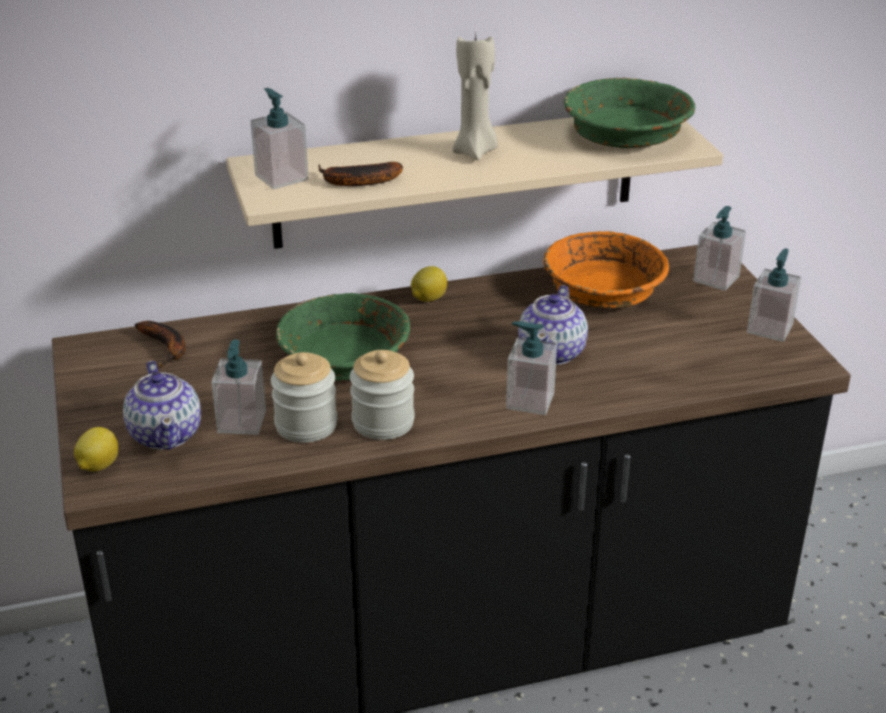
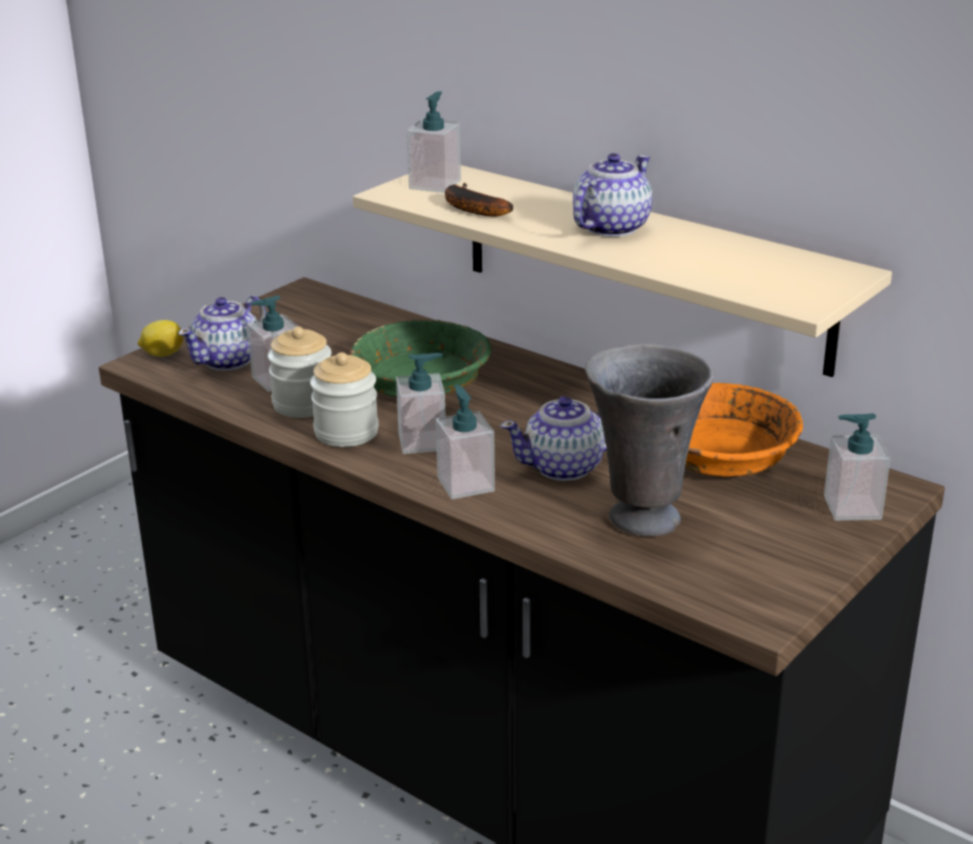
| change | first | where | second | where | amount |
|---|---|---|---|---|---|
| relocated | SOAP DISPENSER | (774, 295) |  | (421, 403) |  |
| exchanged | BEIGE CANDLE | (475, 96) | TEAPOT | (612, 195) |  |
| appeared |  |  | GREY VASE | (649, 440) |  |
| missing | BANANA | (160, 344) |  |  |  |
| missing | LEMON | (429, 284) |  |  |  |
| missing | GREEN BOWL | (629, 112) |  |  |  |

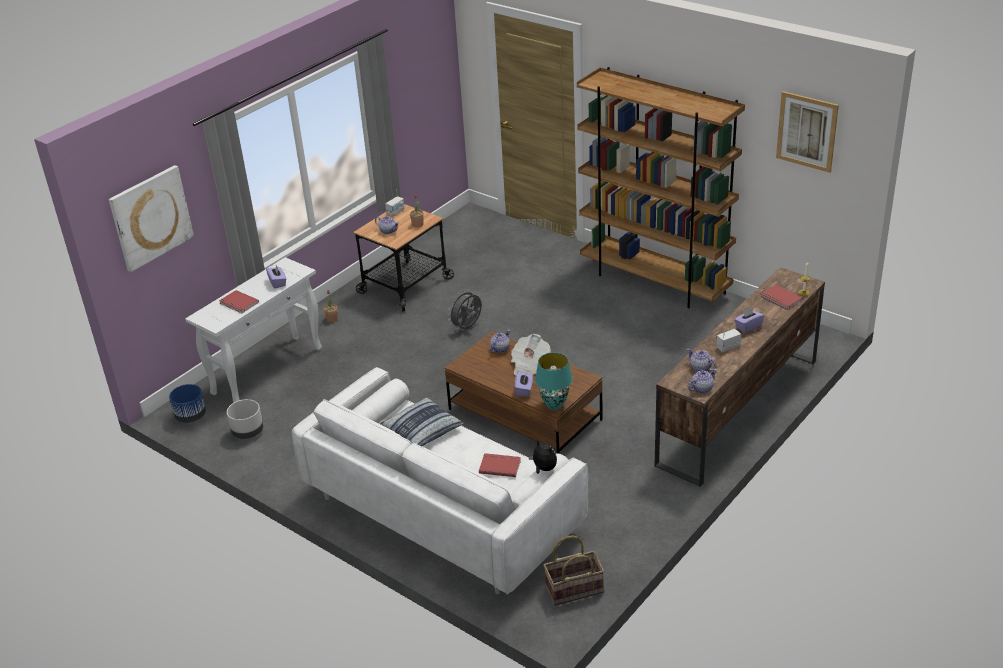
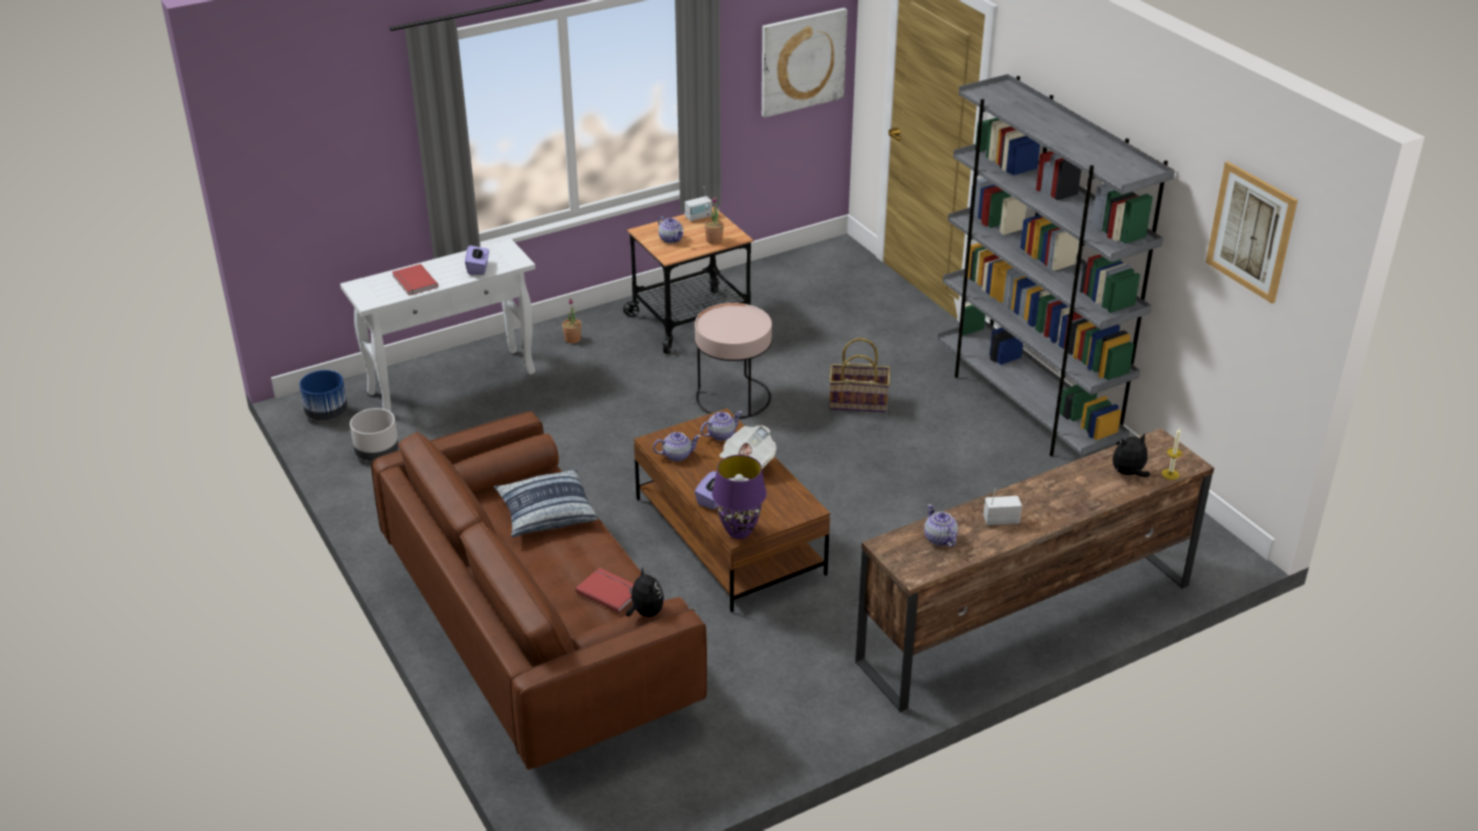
| change | first | where | second | where | amount |
|---|---|---|---|---|---|
| colour | WHITE SOFA | (440, 481) | BROWN SOFA | (539, 590) |  |
| relocated | TEAPOT | (702, 381) |  | (677, 447) |  |
| exchanged | GREY FAN | (465, 309) | PINK SIDE TABLE | (733, 361) |  |
| colour | TURQUOISE TABLE LAMP | (553, 381) | PURPLE TABLE LAMP | (739, 497) |  |
| relocated | PICTURE | (151, 218) |  | (804, 63) |  |
| relocated | BASKET | (573, 570) |  | (859, 375) |  |
| colour | BROWN BOOKCASE | (661, 187) | GREY BOOKCASE | (1056, 265) |  |
| exchanged | RED BOOK | (782, 297) | PLUSH TOY | (1131, 455) |  |
| missing | PURPLE TISSUE BOX | (749, 320) |  |  |  |

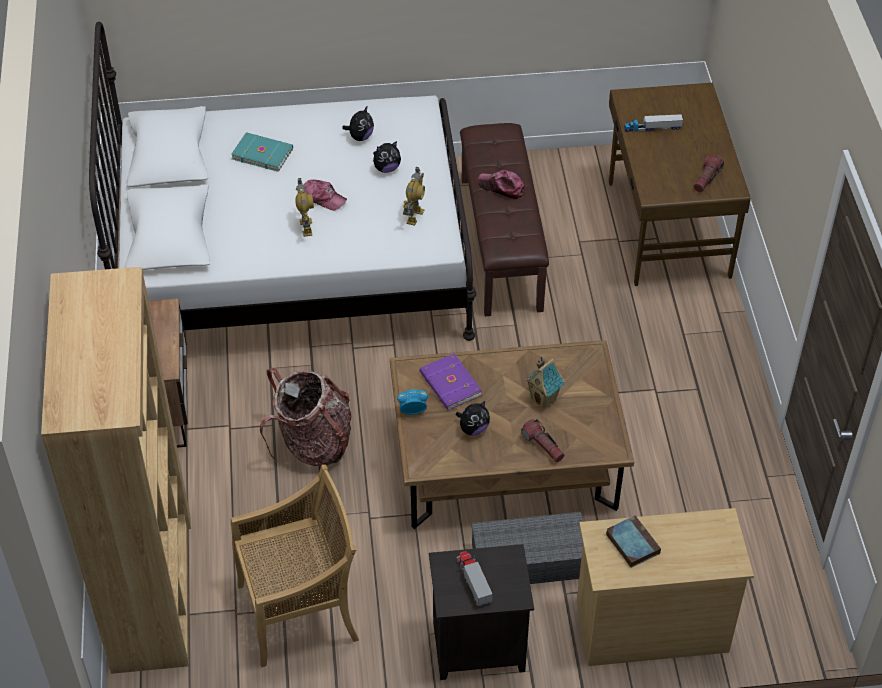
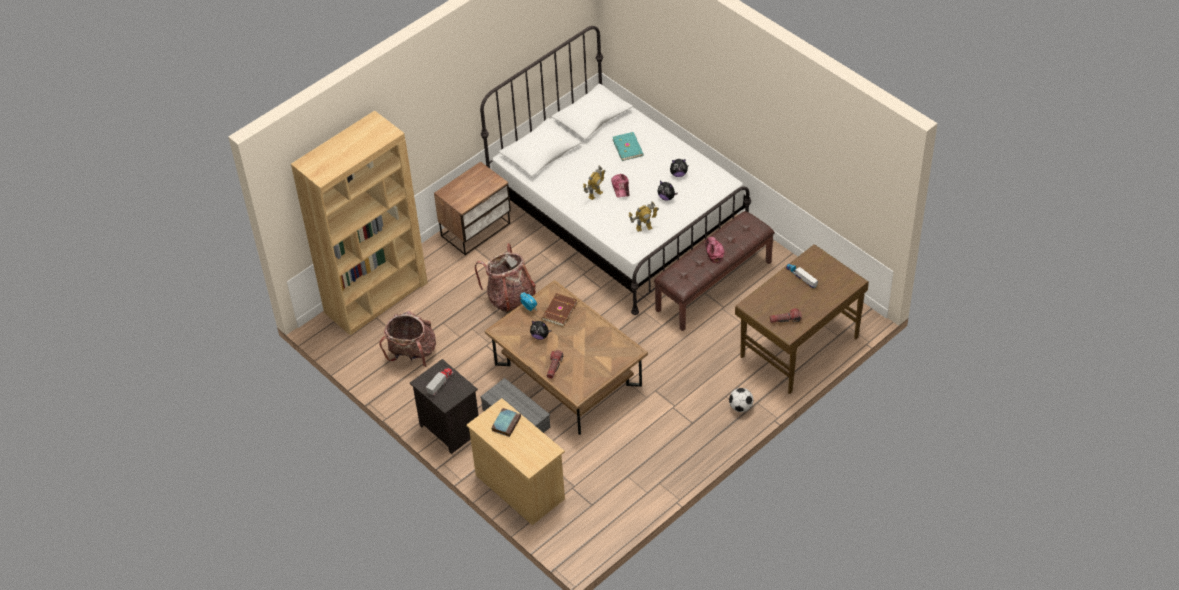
| change | first | where | second | where | amount |
|---|---|---|---|---|---|
| exchanged | BEIGE CHAIR | (295, 566) | BACKPACK | (407, 339) |  |
| colour | PURPLE BOOK | (450, 381) | BROWN BOOK | (560, 310) |  |
| appeared |  |  | FOOTBALL | (741, 400) |  |
| missing | TOY HOUSE | (545, 382) |  |  |  |

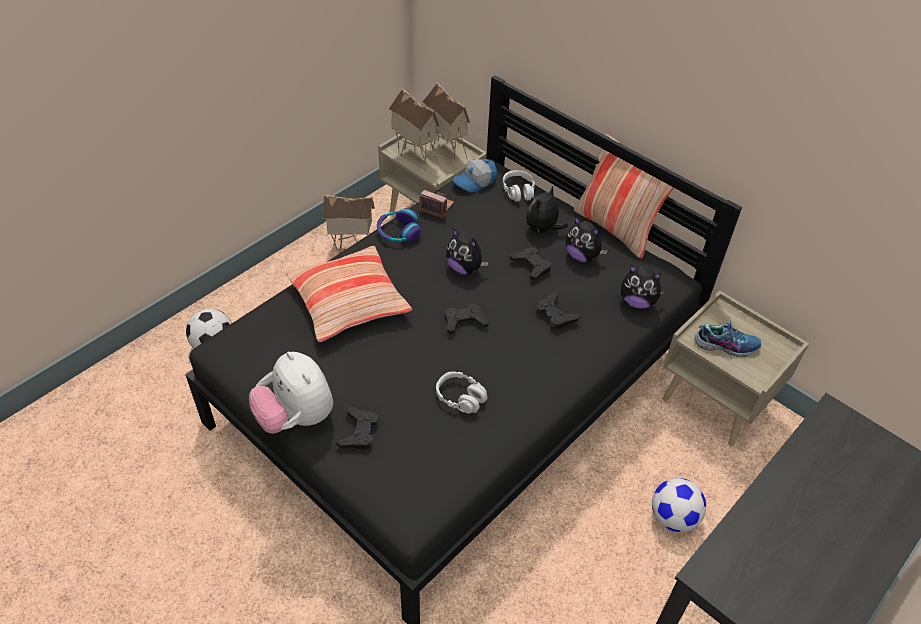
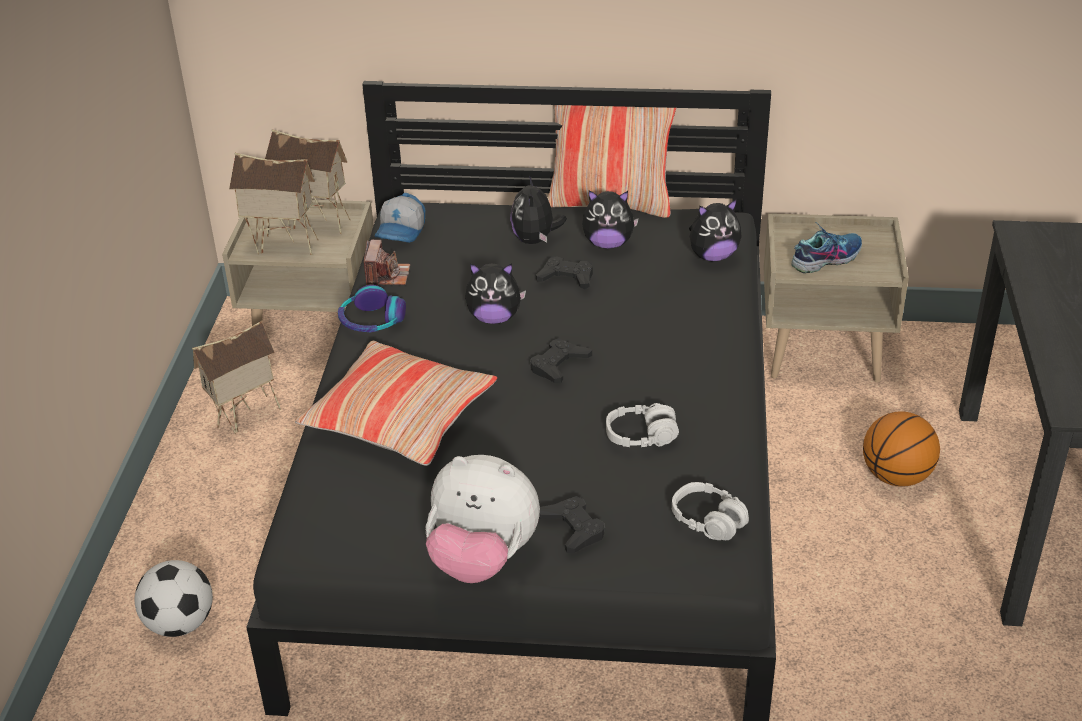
| change | first | where | second | where | amount |
|---|---|---|---|---|---|
| spun | PHOTO CAMERA | (436, 203) |  | (387, 262) | 105 degrees clockwise |
| relocated | GREY HEADPHONES | (519, 186) |  | (710, 511) |  |
| exchanged | FOOTBALL | (679, 505) | BASKETBALL | (901, 449) |  |
| missing | BLACK GAME CONTROLLER | (558, 310) |  |  |  |

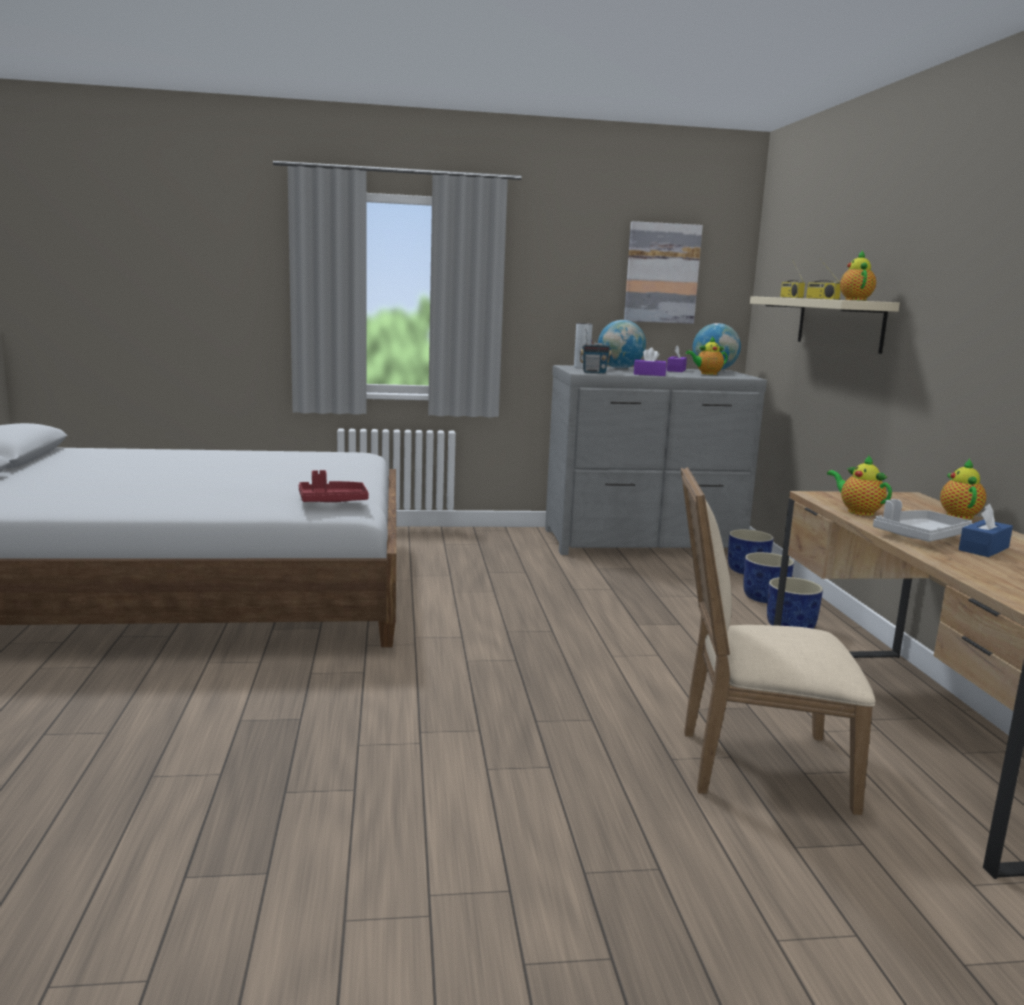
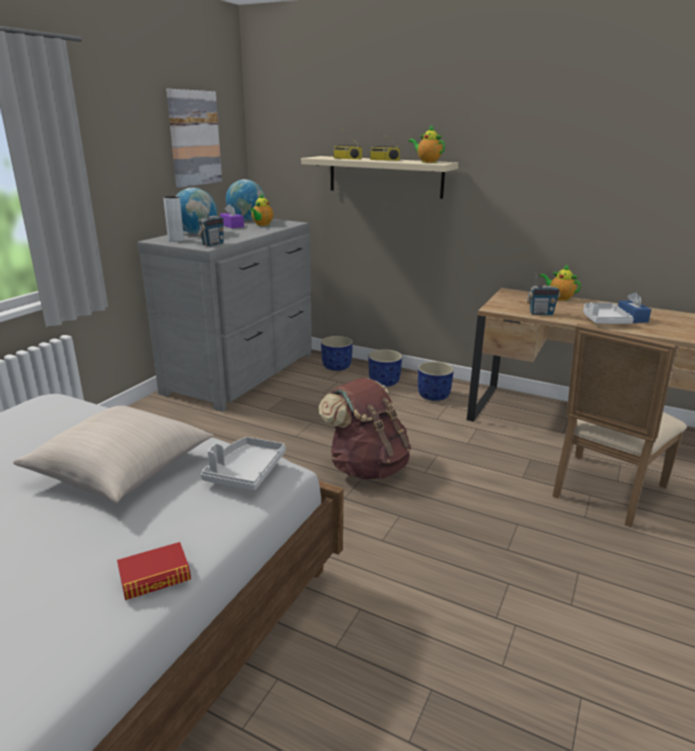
| change | first | where | second | where | amount |
|---|---|---|---|---|---|
| appeared |  |  | BEIGE PILLOW | (113, 454) |  |
| appeared |  |  | BOOK | (154, 571) |  |
| colour | RED TRAY | (334, 486) | GREY TRAY | (243, 463) |  |
| appeared |  |  | BROWN BACKPACK | (364, 428) |  |
| exchanged | TEAPOT | (859, 485) | RADIO | (543, 293) |  |
| missing | PURPLE TISSUE BOX | (650, 361) |  |  |  |

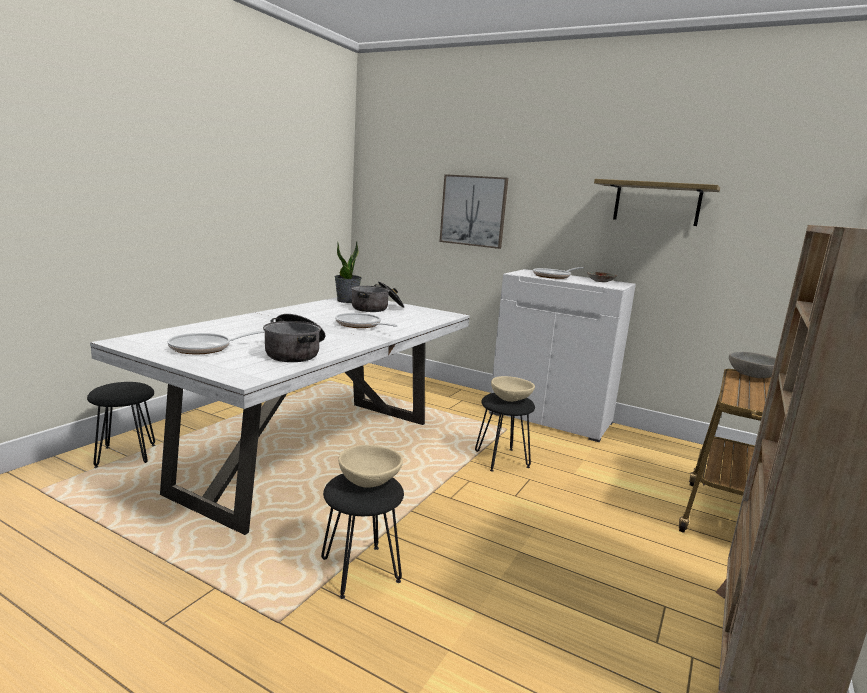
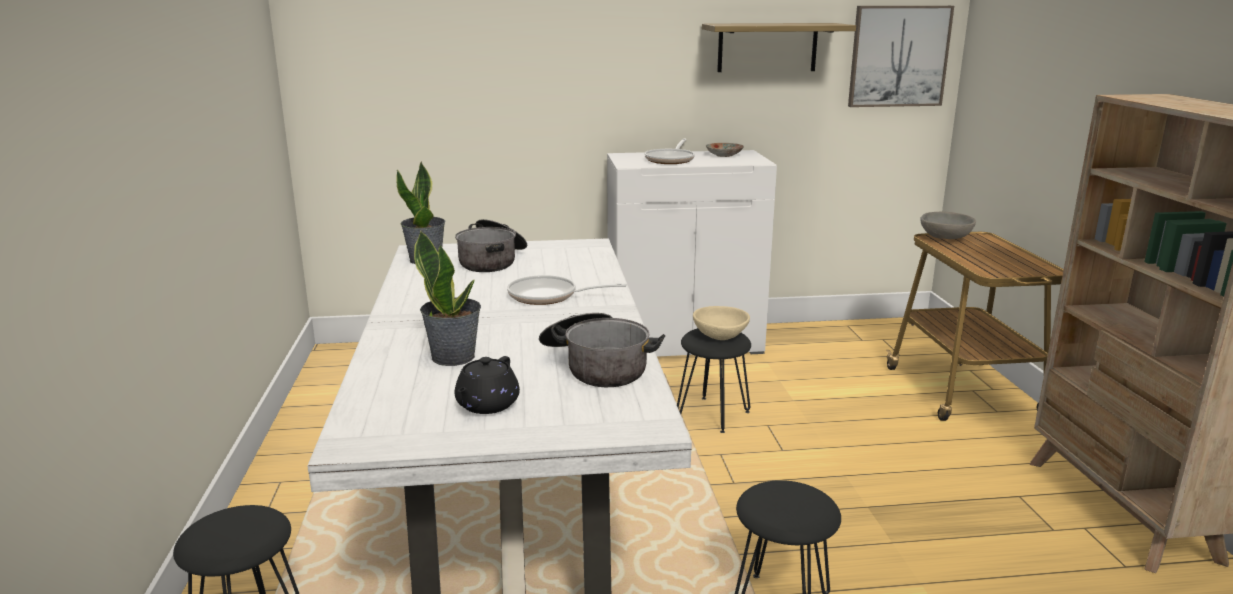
| change | first | where | second | where | amount |
|---|---|---|---|---|---|
| appeared |  |  | POTTED PLANT | (447, 298) |  |
| exchanged | FRYING PAN | (216, 342) | BLACK TEAPOT | (487, 385) |  |
| relocated | PICTURE | (473, 211) |  | (901, 56) |  |
| missing | BEIGE BOWL | (370, 466) |  |  |  |

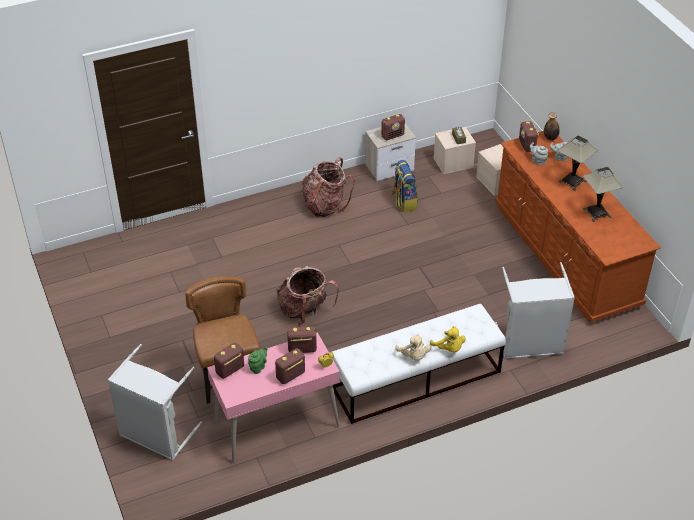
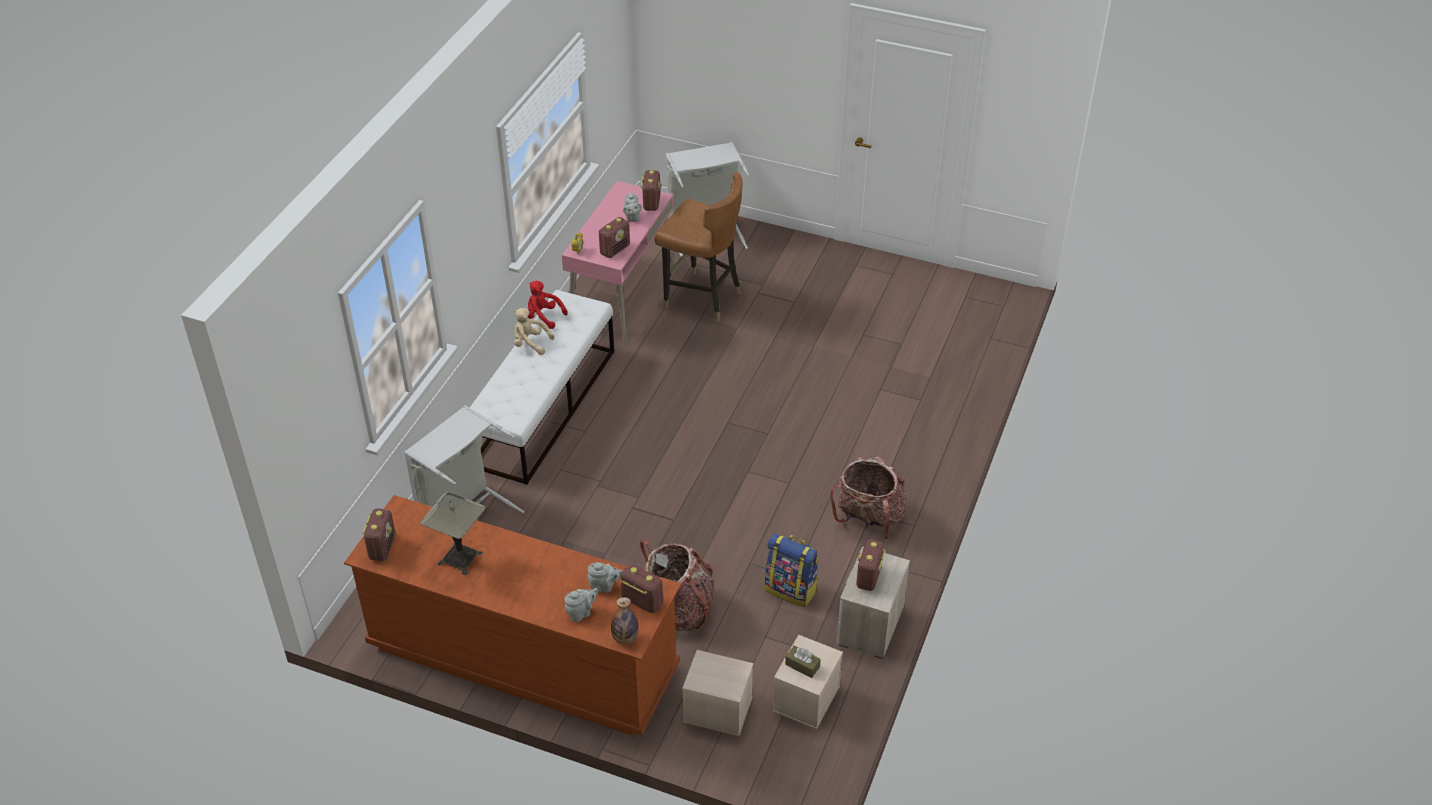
| change | first | where | second | where | amount |
|---|---|---|---|---|---|
| relocated | RADIO | (290, 366) |  | (378, 534) |  |
| appeared |  |  | RED PLUSH TOY | (548, 305) |  |
| colour | GREEN TEAPOT | (257, 360) | GREY TEAPOT | (632, 207) |  |
| relocated | BACKPACK | (307, 295) |  | (677, 585) |  |
| missing | YELLOW PLUSH TOY | (448, 339) |  |  |  |
| missing | TABLE LAMP | (578, 163) |  |  |  |

